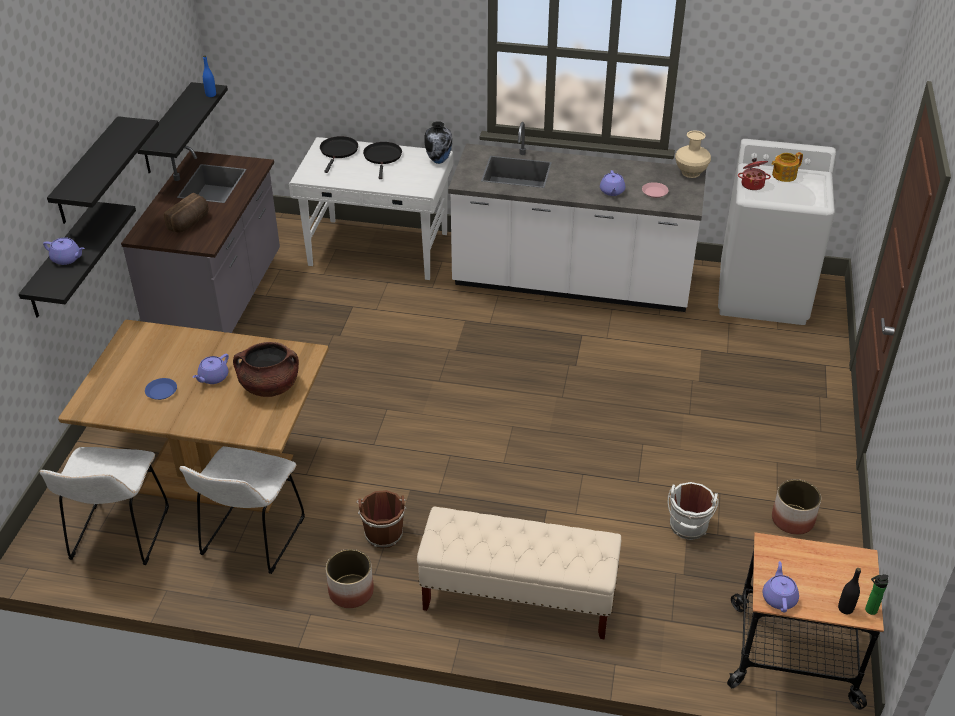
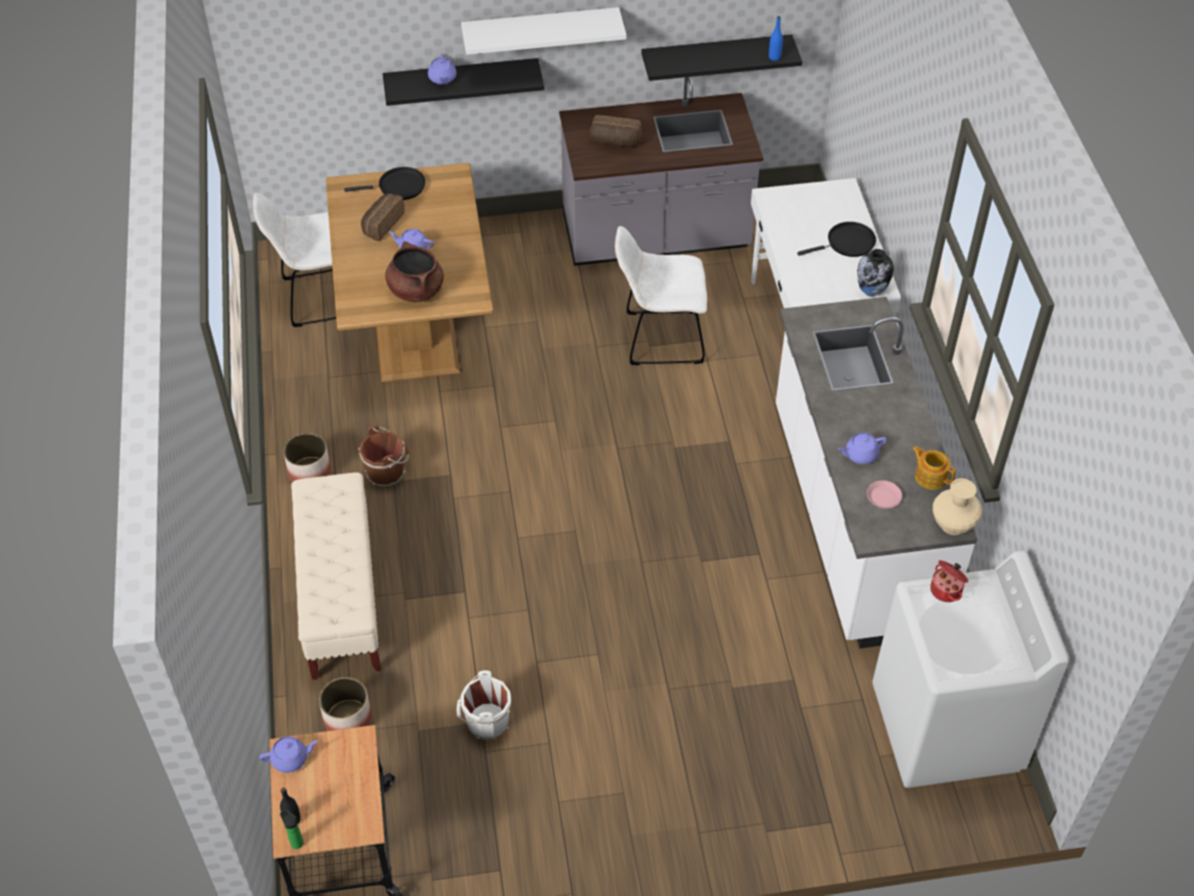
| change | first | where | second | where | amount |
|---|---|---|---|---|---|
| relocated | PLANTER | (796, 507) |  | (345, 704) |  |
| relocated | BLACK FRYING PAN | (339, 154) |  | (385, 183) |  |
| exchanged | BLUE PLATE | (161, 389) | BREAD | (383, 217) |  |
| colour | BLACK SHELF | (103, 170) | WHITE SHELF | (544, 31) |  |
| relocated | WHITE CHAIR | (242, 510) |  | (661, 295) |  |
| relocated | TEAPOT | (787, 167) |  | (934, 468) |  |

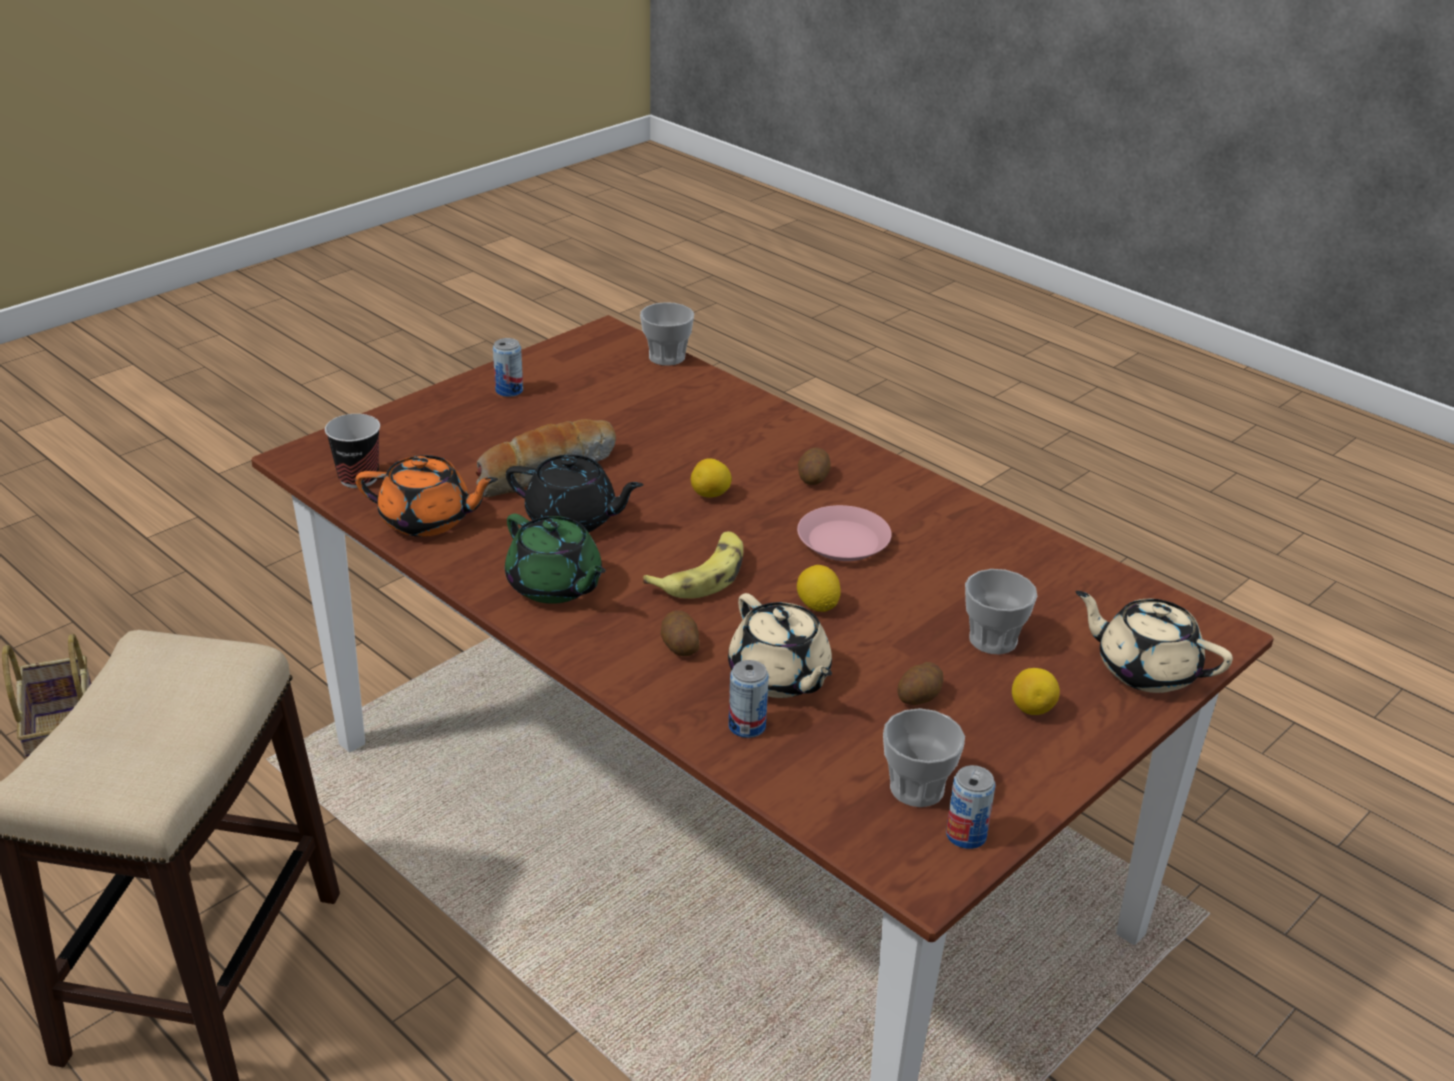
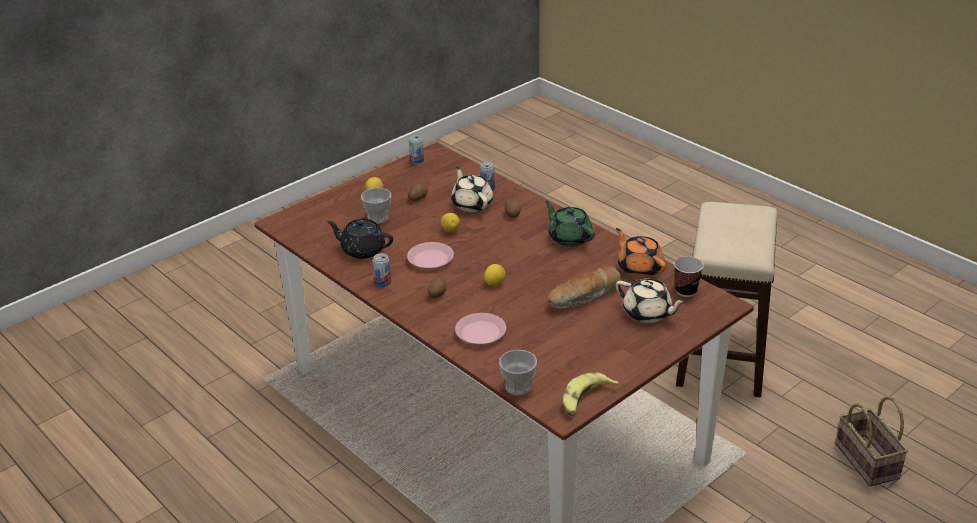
| change | first | where | second | where | amount |
|---|---|---|---|---|---|
| relocated | BLACK TEAPOT | (575, 493) |  | (359, 239) |  |
| relocated | CAN | (508, 367) |  | (382, 270) |  |
| appeared |  |  | PINK PLATE | (480, 329) |  |
| relocated | BANANA | (693, 565) |  | (591, 394) |  |
| spun | ORANGE TEAPOT | (426, 496) |  | (641, 253) | 45 degrees clockwise |
| relocated | BEIGE TEAPOT | (1154, 642) |  | (651, 301) |  |
| missing | CUP | (924, 757) |  |  |  |

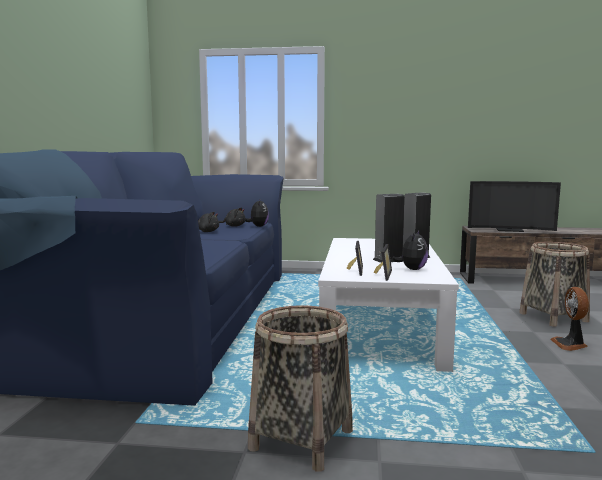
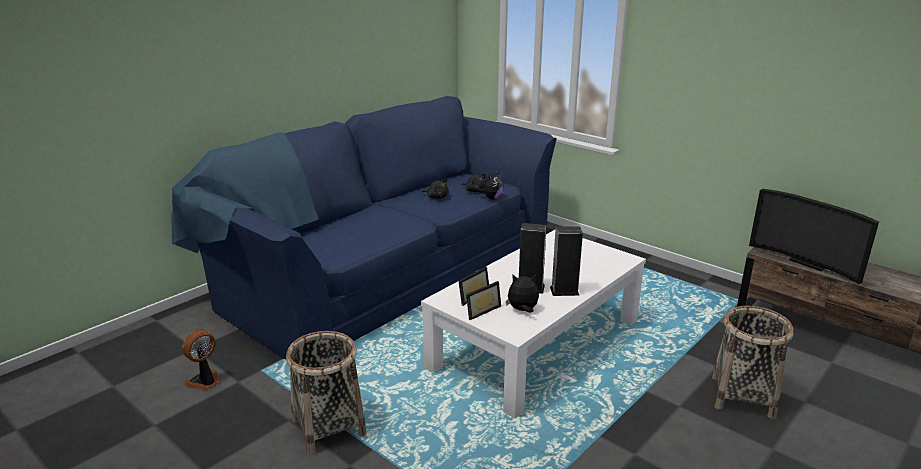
| change | first | where | second | where | amount |
|---|---|---|---|---|---|
| relocated | FAN | (569, 319) |  | (200, 359) |  |
| spun | PLUSH TOY | (410, 249) |  | (522, 294) | 150 degrees counterclockwise |

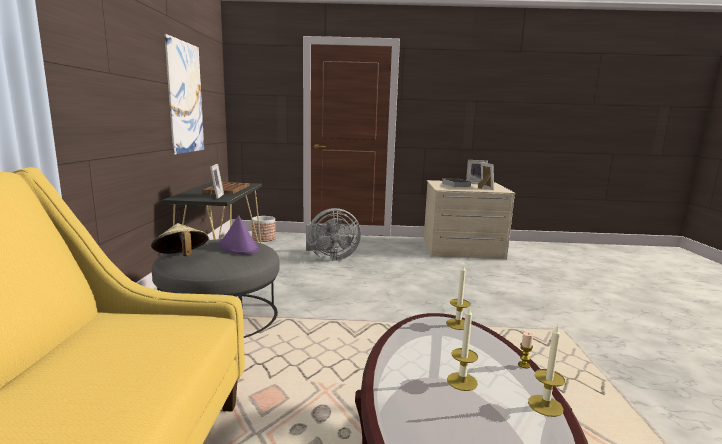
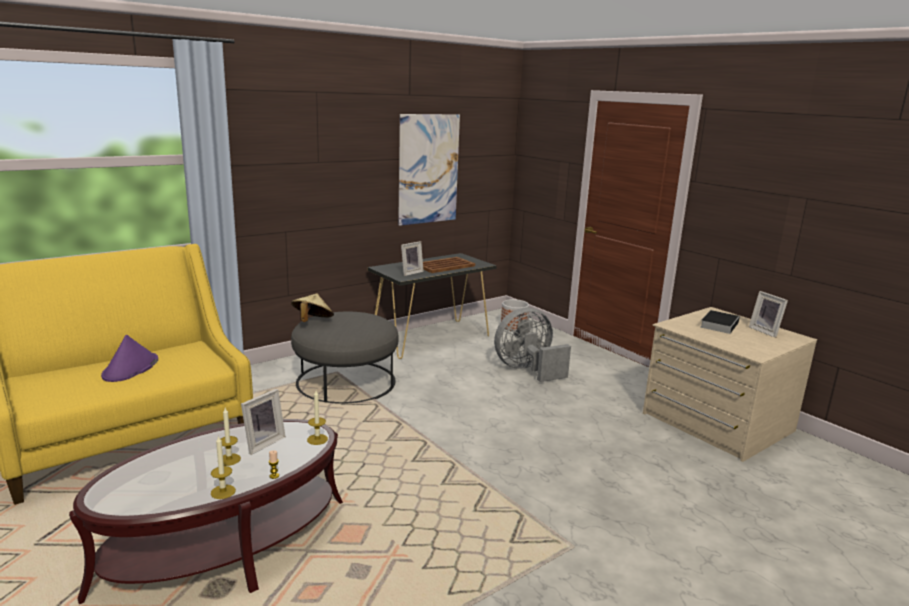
| change | first | where | second | where | amount |
|---|---|---|---|---|---|
| relocated | PURPLE HAT | (239, 235) |  | (129, 358) |  |
| relocated | PICTURE FRAME | (486, 176) |  | (263, 422) |  |
| spun | GREY FAN | (333, 234) |  | (532, 345) | 120 degrees clockwise |

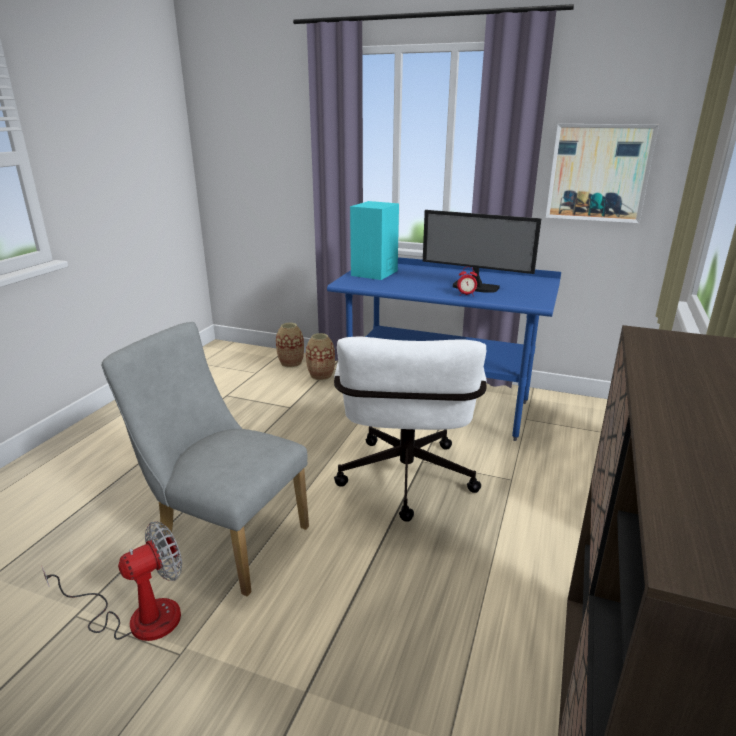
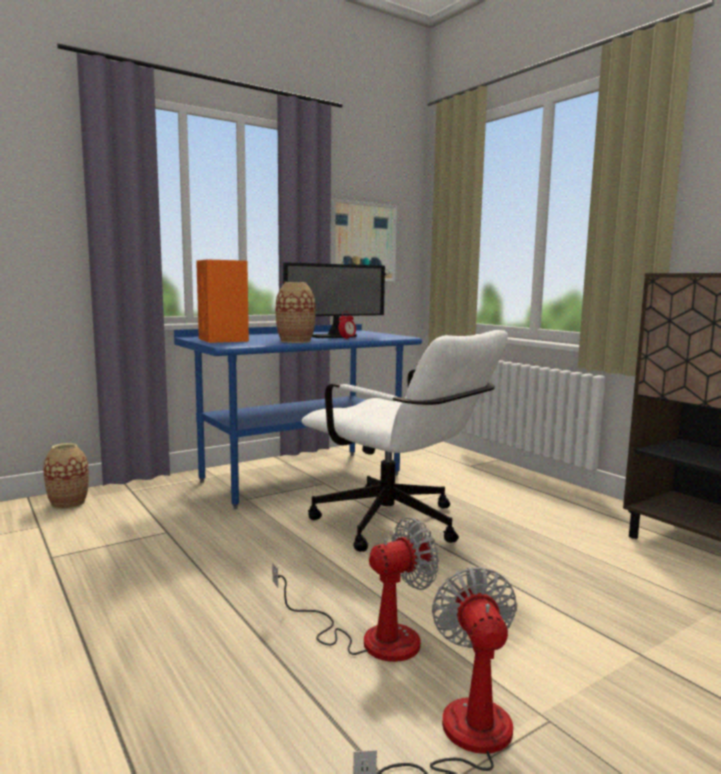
| change | first | where | second | where | amount |
|---|---|---|---|---|---|
| colour | TURQUOISE SPEAKER | (374, 240) | ORANGE SPEAKER | (222, 301) |  |
| exchanged | GREY CHAIR | (205, 459) | FAN | (356, 589) |  |
| relocated | VASE | (320, 356) |  | (296, 312) |  |

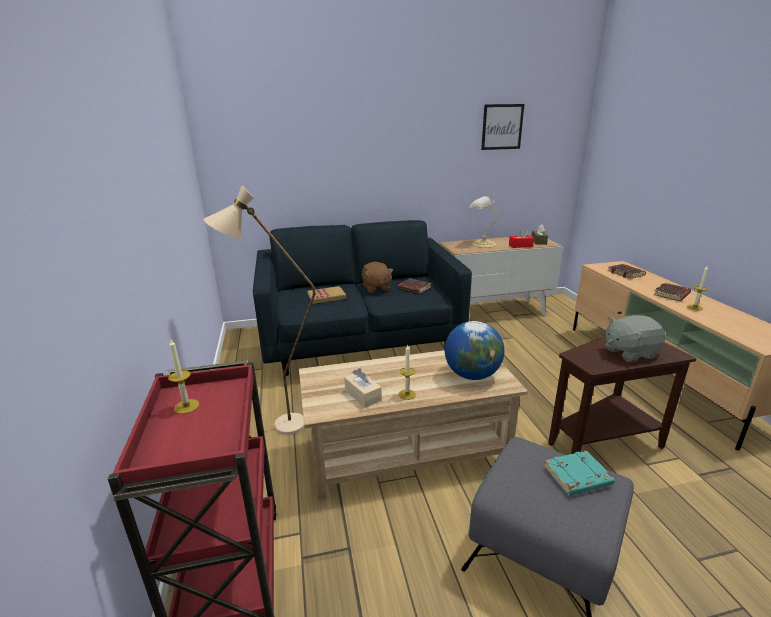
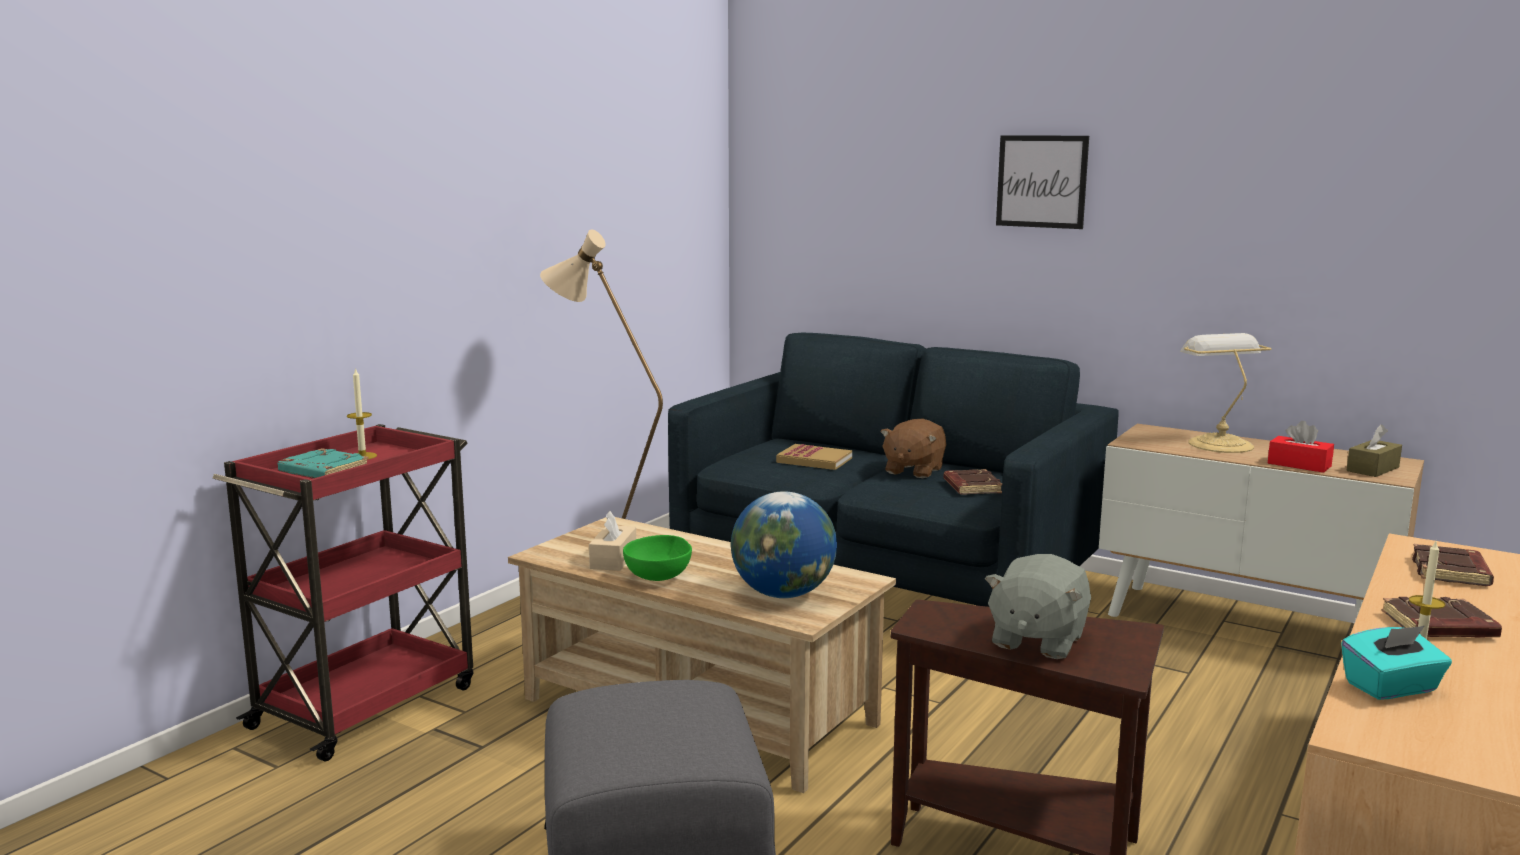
| change | first | where | second | where | amount |
|---|---|---|---|---|---|
| relocated | TURQUOISE BOOK | (579, 473) |  | (323, 463) |  |
| exchanged | CANDLE | (407, 372) | GREEN BOWL | (657, 558) |  |
| spun | GREY PLUSH TOY | (635, 338) |  | (1038, 606) | 90 degrees counterclockwise |
| relocated | PICTURE | (502, 127) |  | (1042, 182) |  |
| appeared |  |  | TURQUOISE TISSUE BOX | (1396, 663) |  |

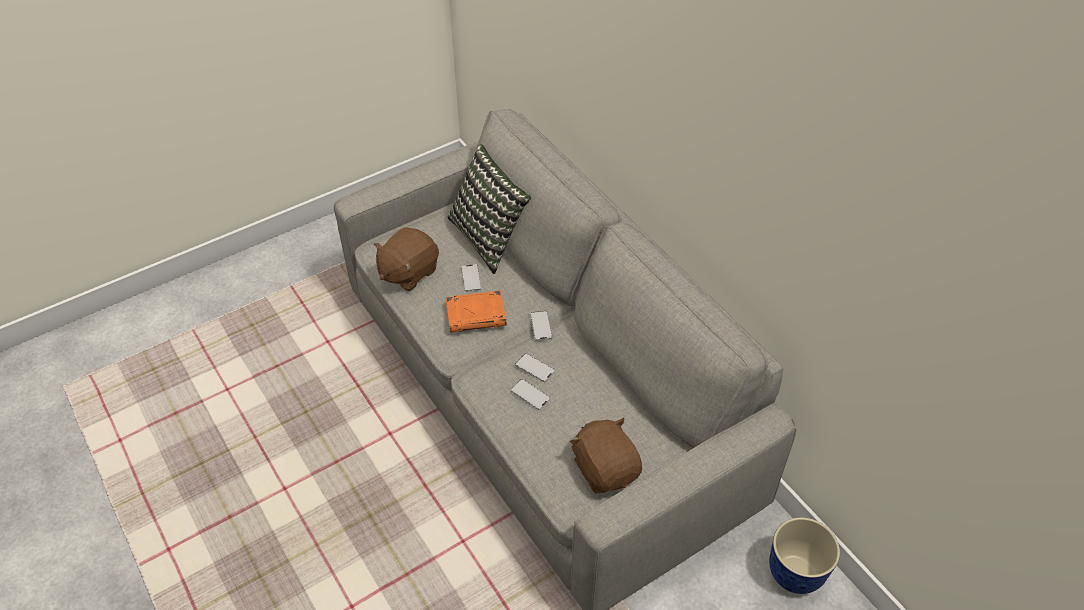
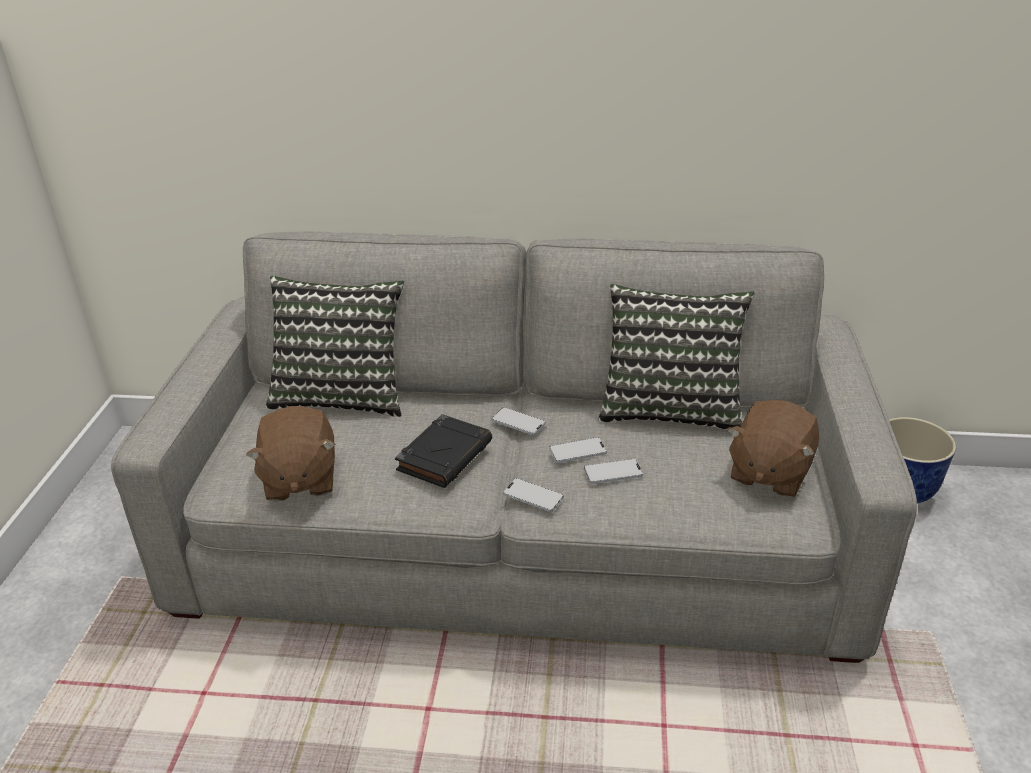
| change | first | where | second | where | amount |
|---|---|---|---|---|---|
| colour | ORANGE BOOK | (476, 311) | BLACK BOOK | (443, 451) |  |
| relocated | PHONE | (471, 278) |  | (533, 495) |  |
| appeared |  |  | PILLOW | (676, 357) |  |
| spun | BROWN PLUSH TOY | (606, 455) |  | (773, 449) | 75 degrees counterclockwise |

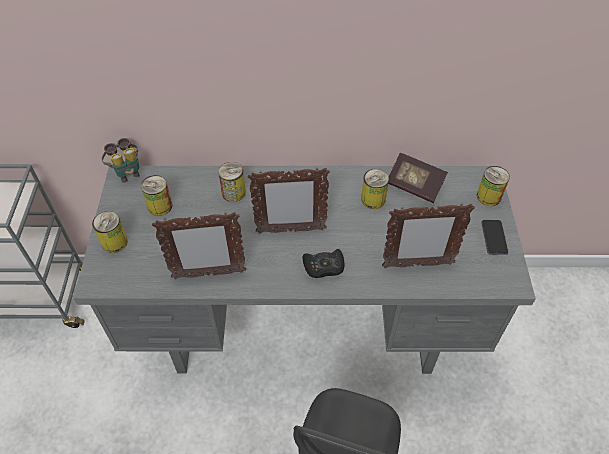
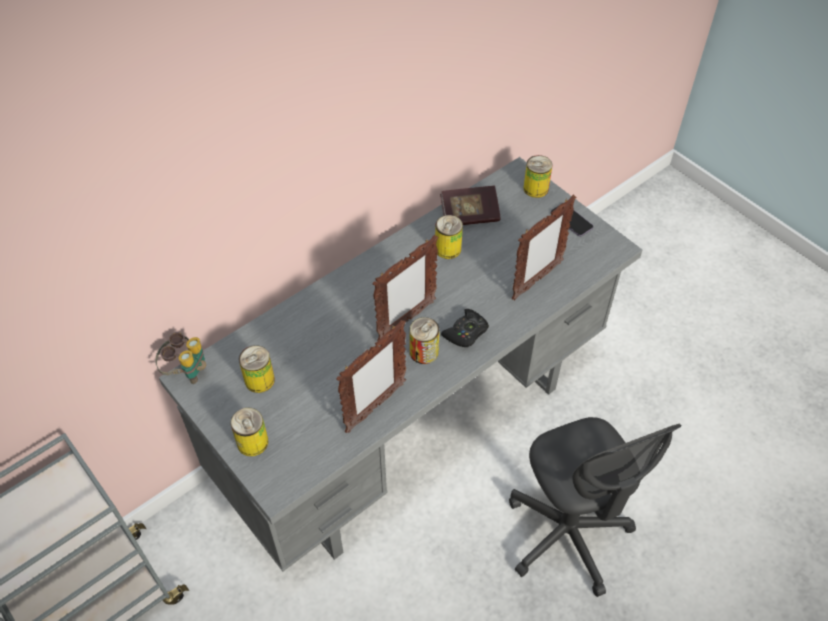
| change | first | where | second | where | amount |
|---|---|---|---|---|---|
| relocated | CAN | (232, 182) |  | (424, 340) |  |

